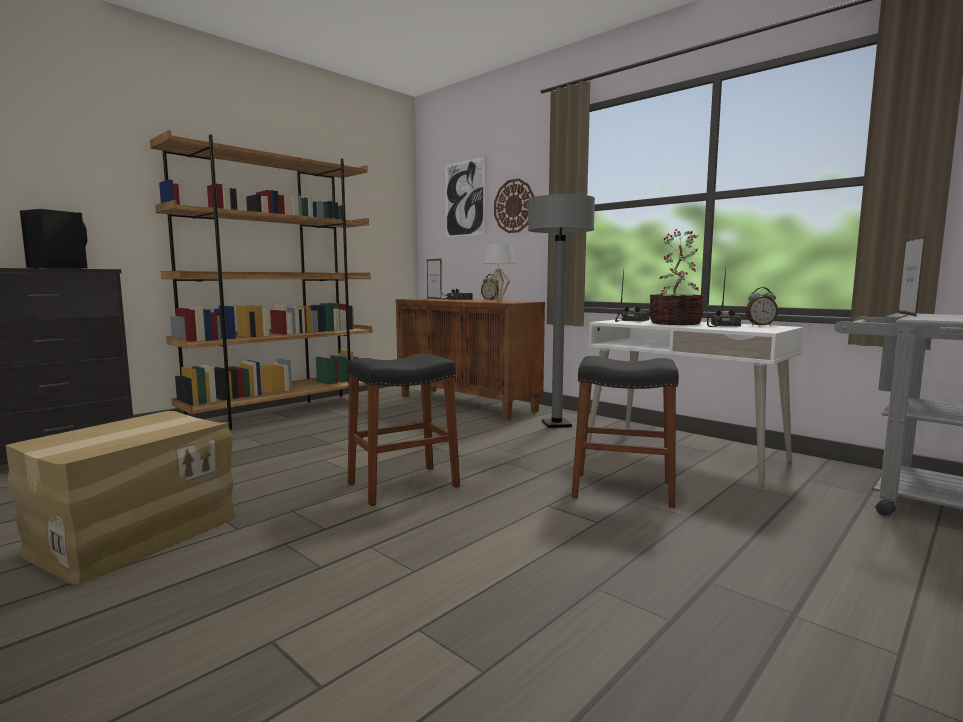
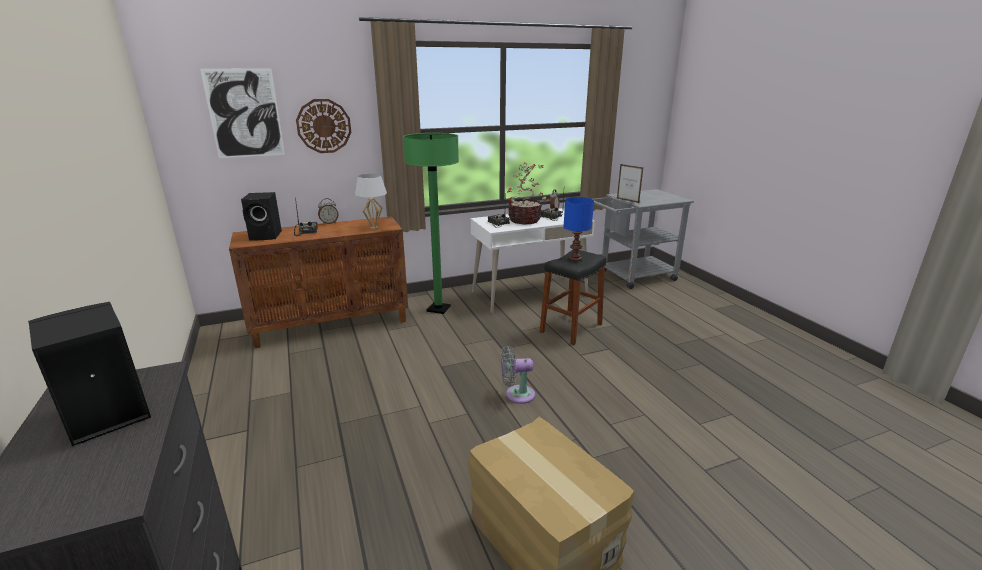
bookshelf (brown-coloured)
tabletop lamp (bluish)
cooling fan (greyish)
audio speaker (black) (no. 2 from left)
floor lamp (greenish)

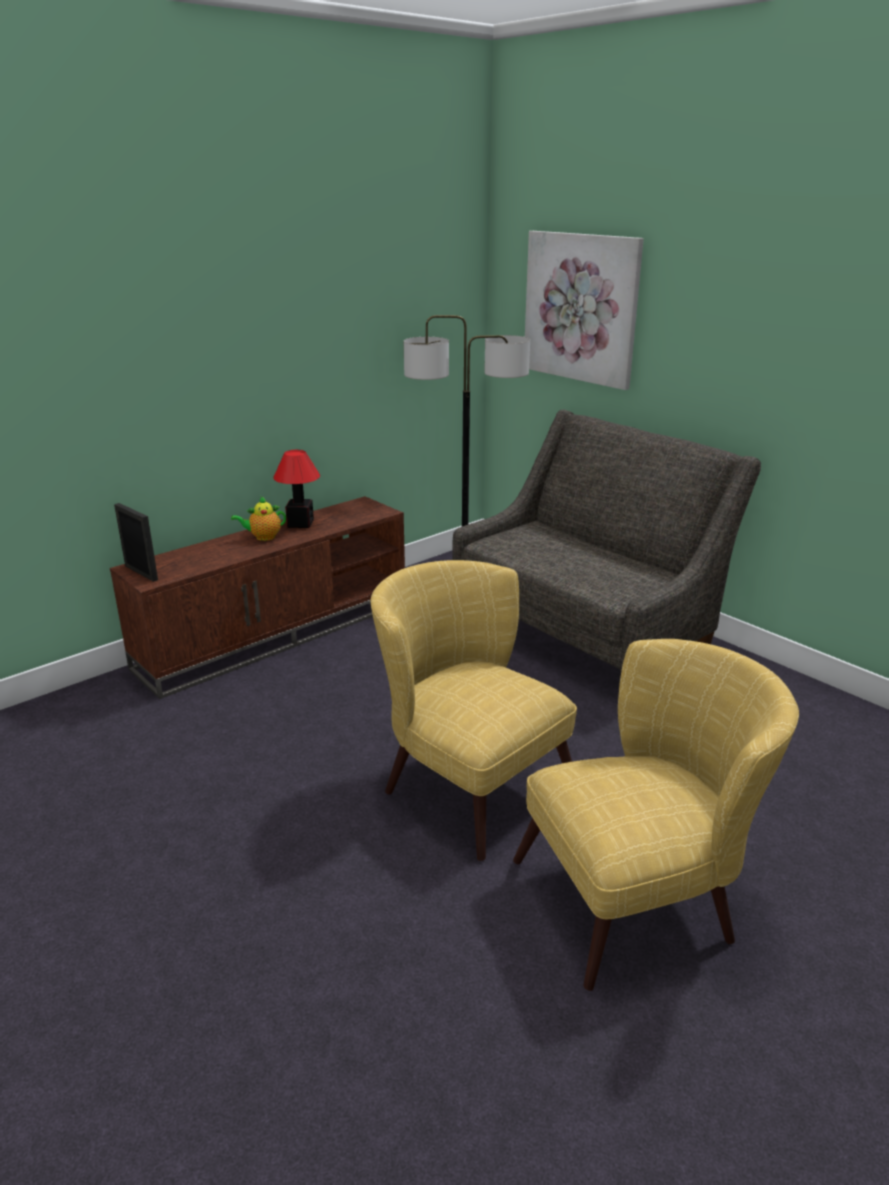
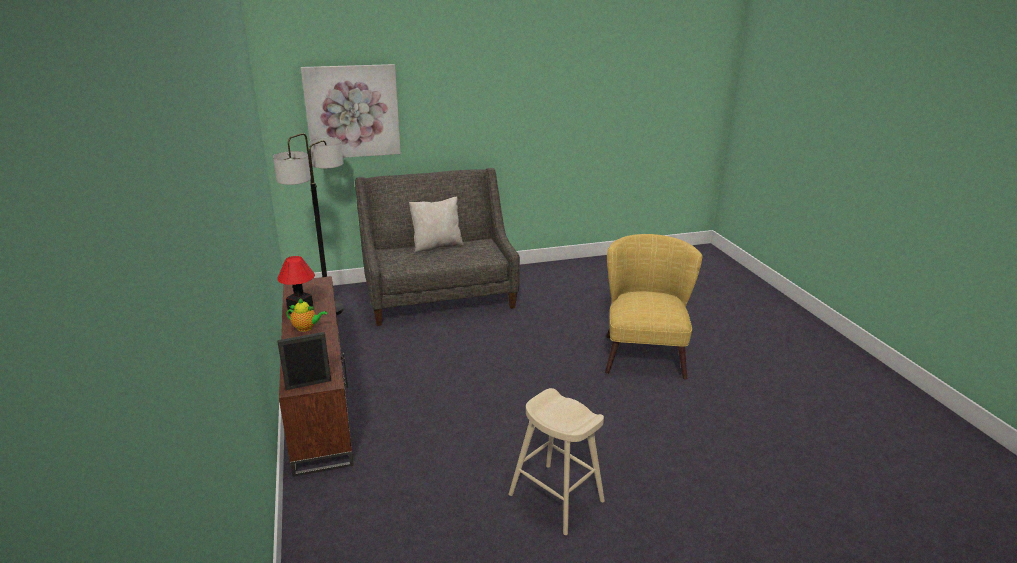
armchair (yellowish) (no. 1 from left in the first image)
pillow (beige-coloured)
stool seat (beige-coloured)
tea pot

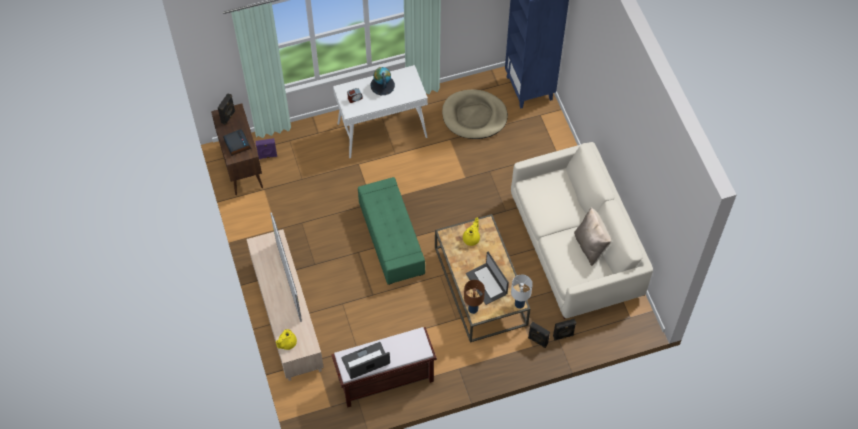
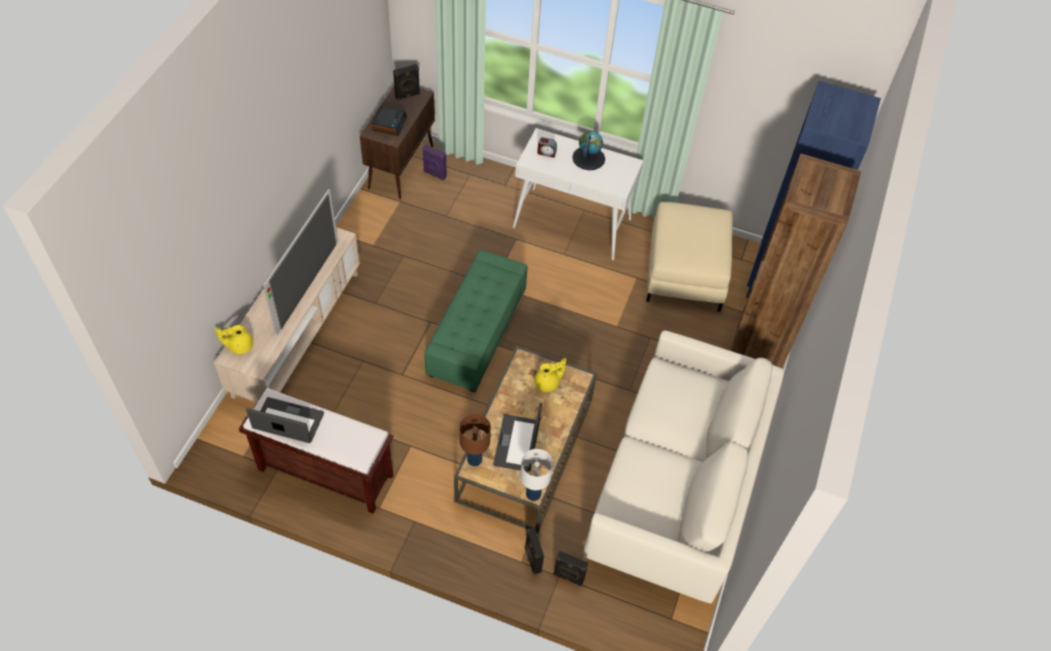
pillow (beige-coloured)
bookshelf (brown-coloured)
pouffe (beige-coloured)

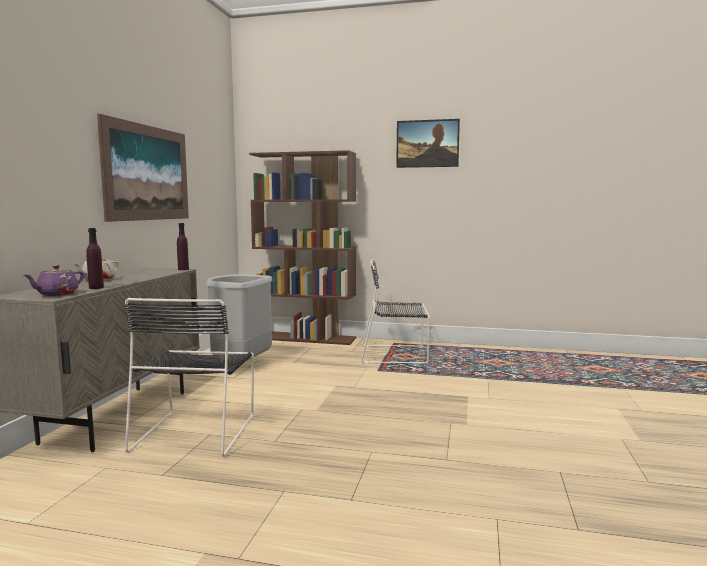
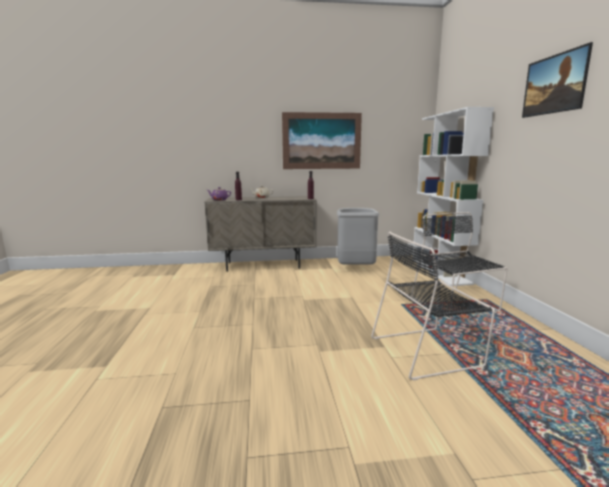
chair (black) (no. 1 from left)
bookshelf (white-coloured)

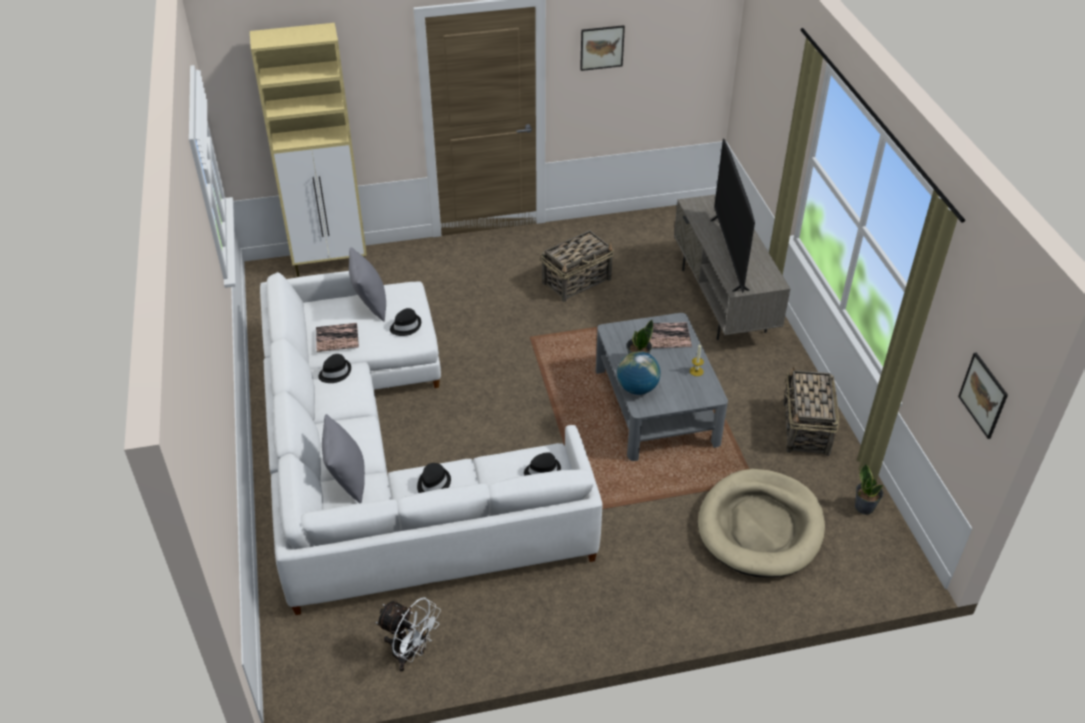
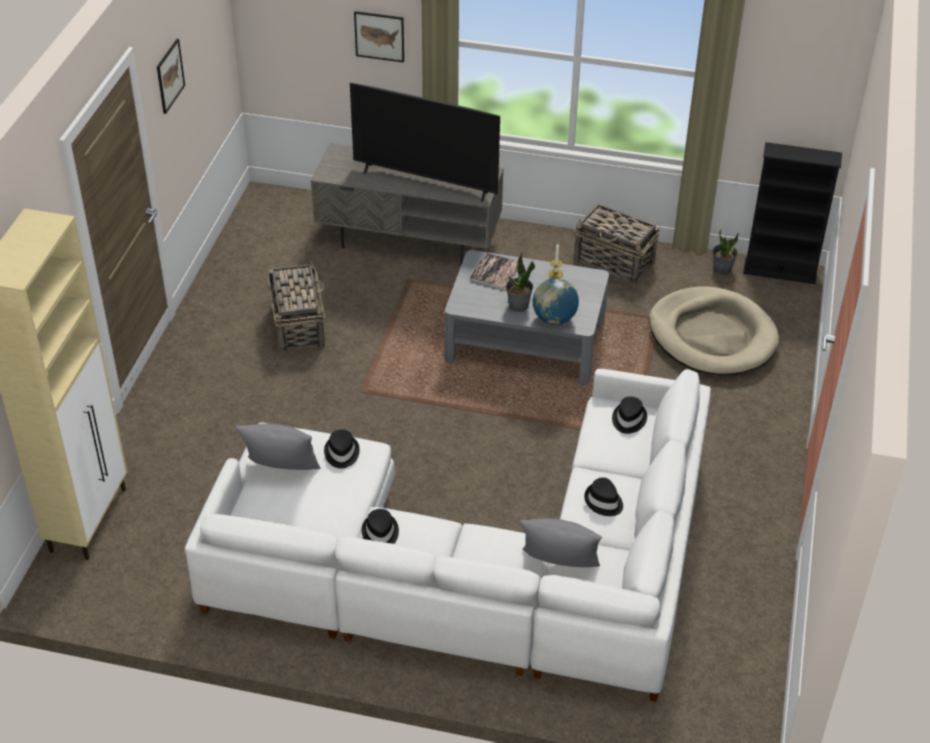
volume (no. 1 from left in the first image)
cooling fan (white-coloured)
bookshelf (black)
wall picture (no. 2 from left)

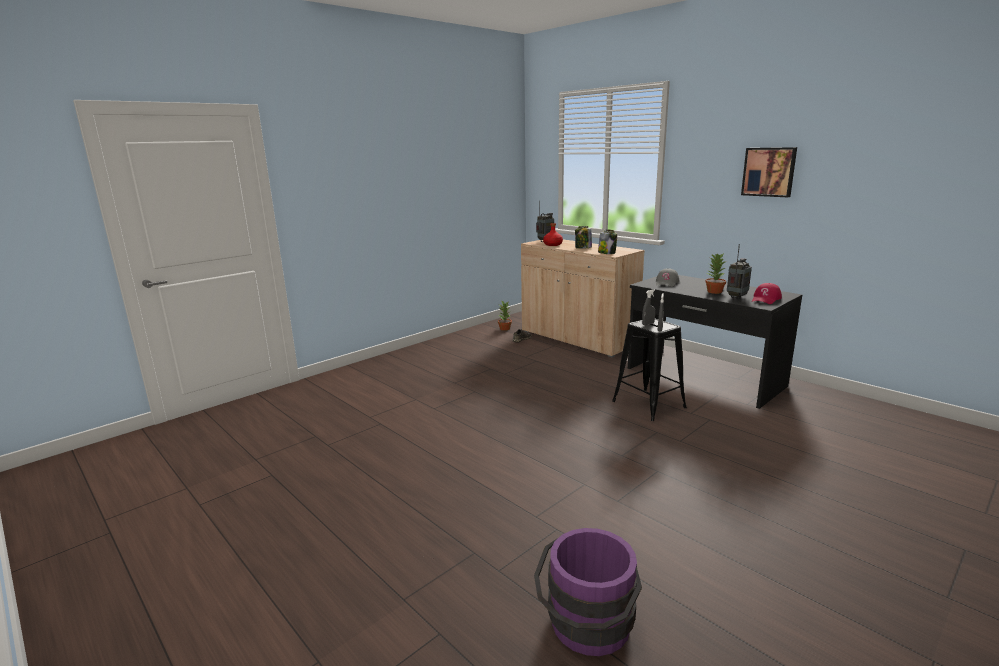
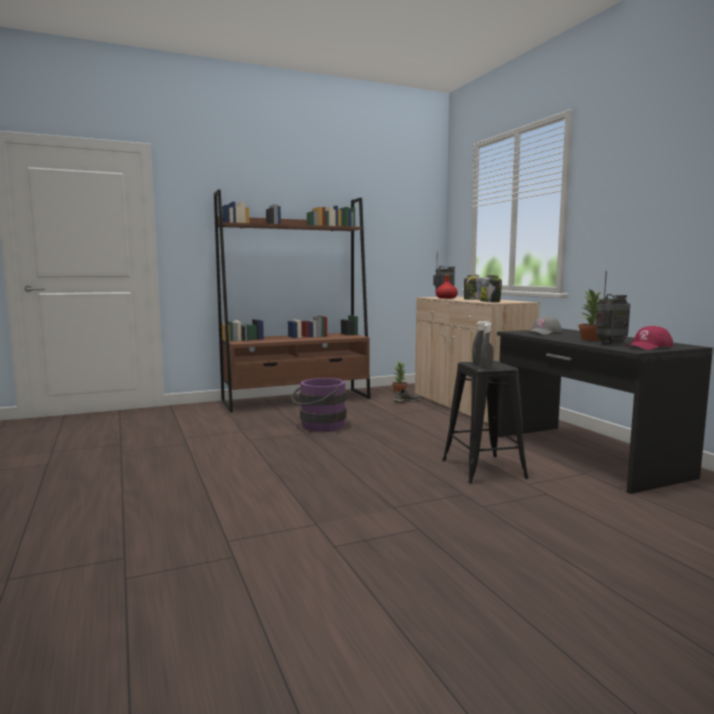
wall picture
bookshelf (brown-coloured)
bucket (purplish)

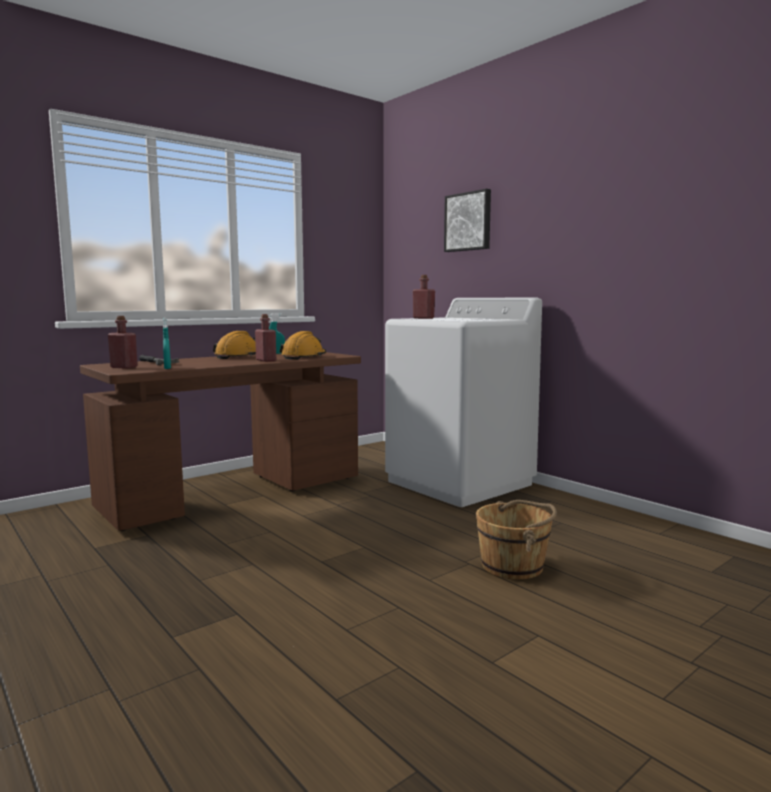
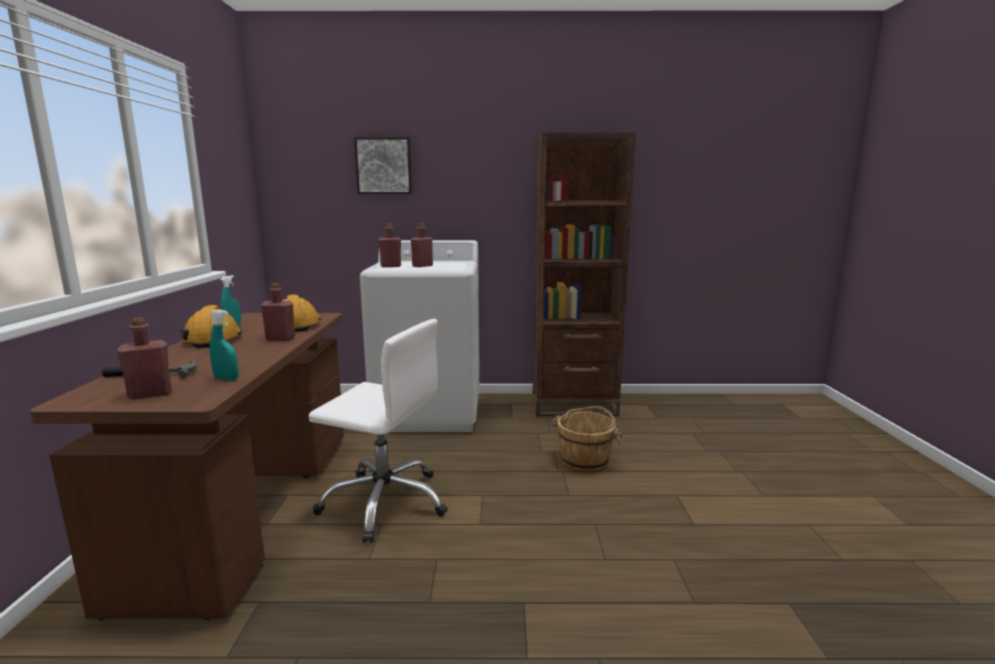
computer chair (white-coloured)
bottle (red) (no. 4 from left)
bookshelf (brown-coloured)

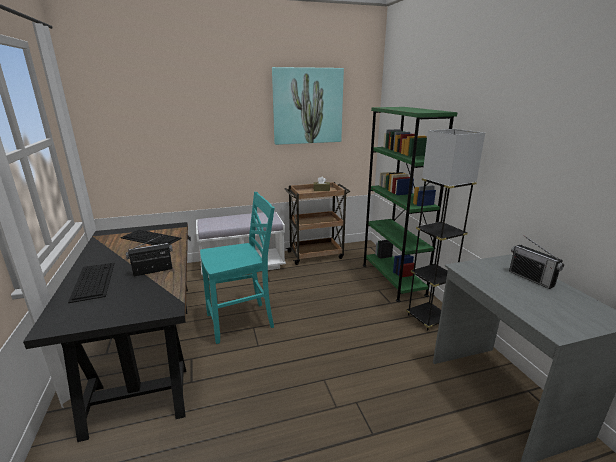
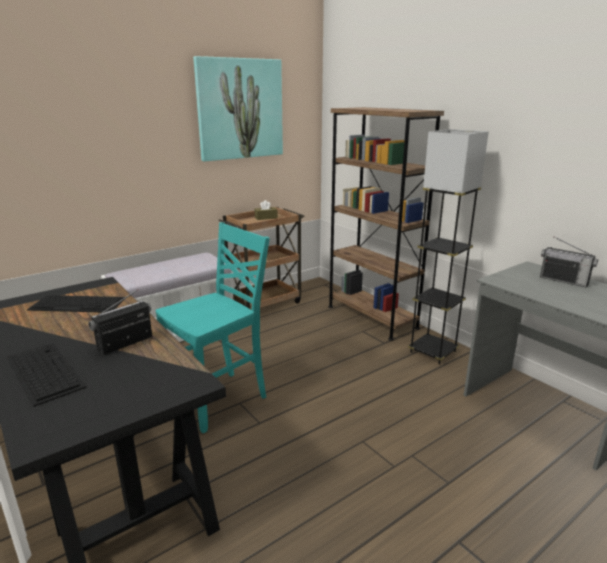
bookshelf (brown-coloured)

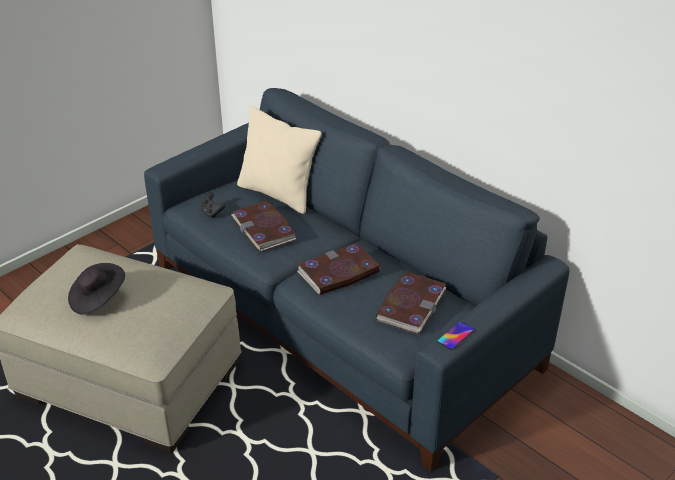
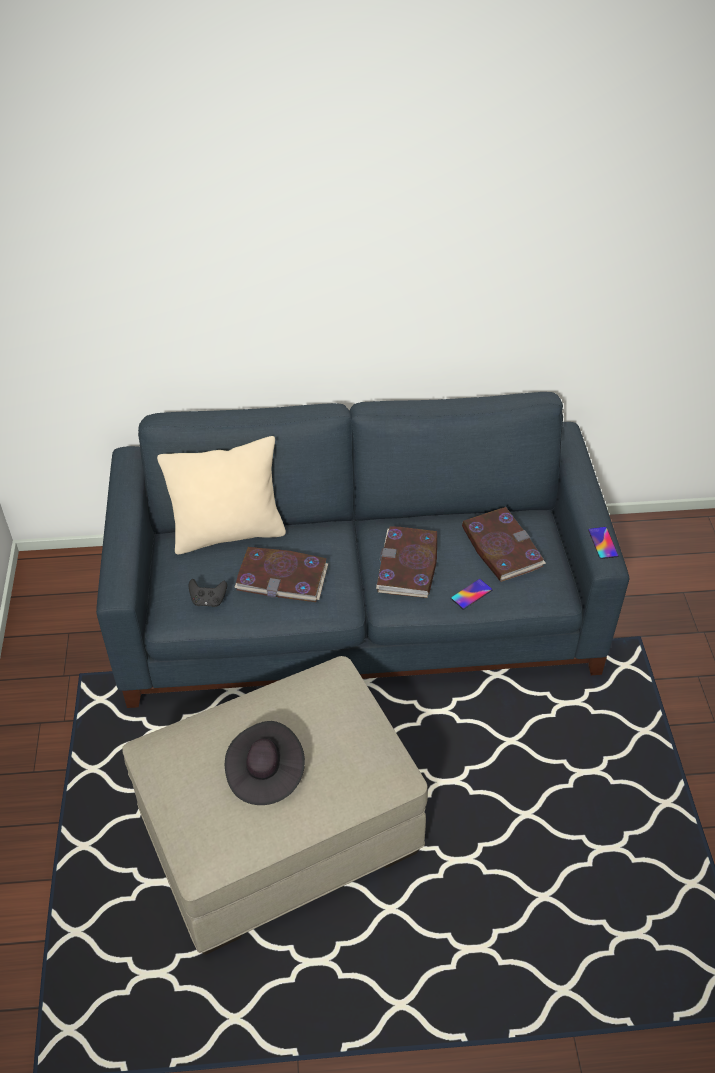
handset (no. 1 from left)

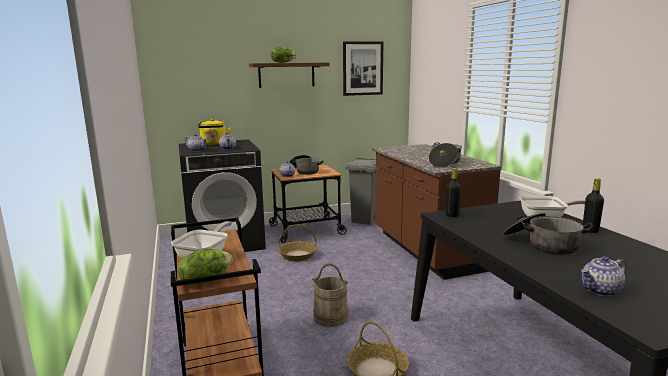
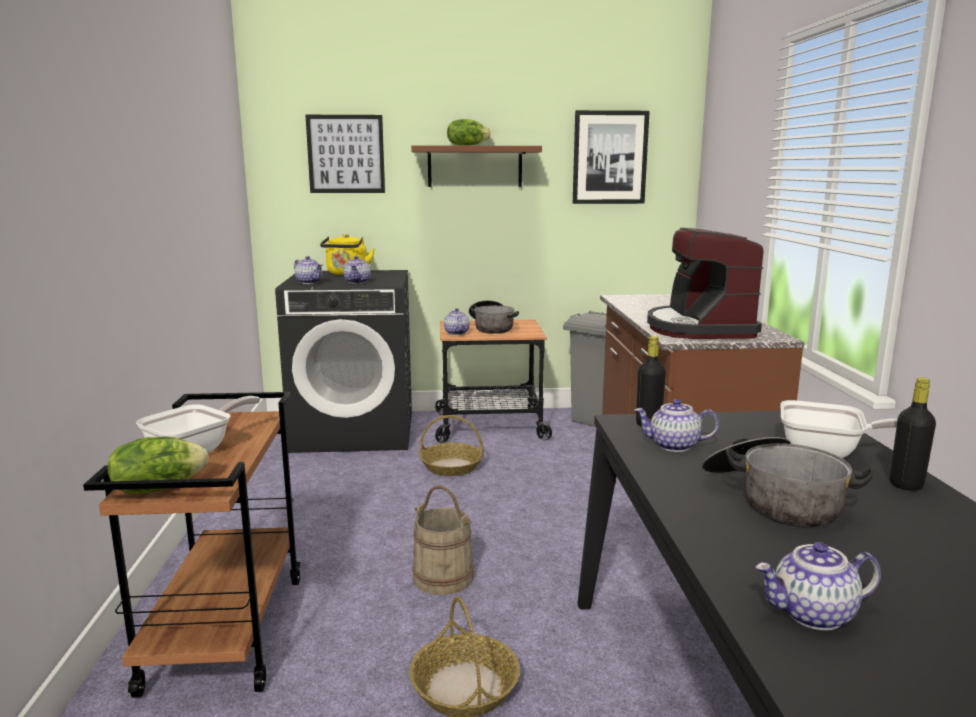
wall picture (no. 1 from left)
tea pot (no. 4 from left)
coffee maker

